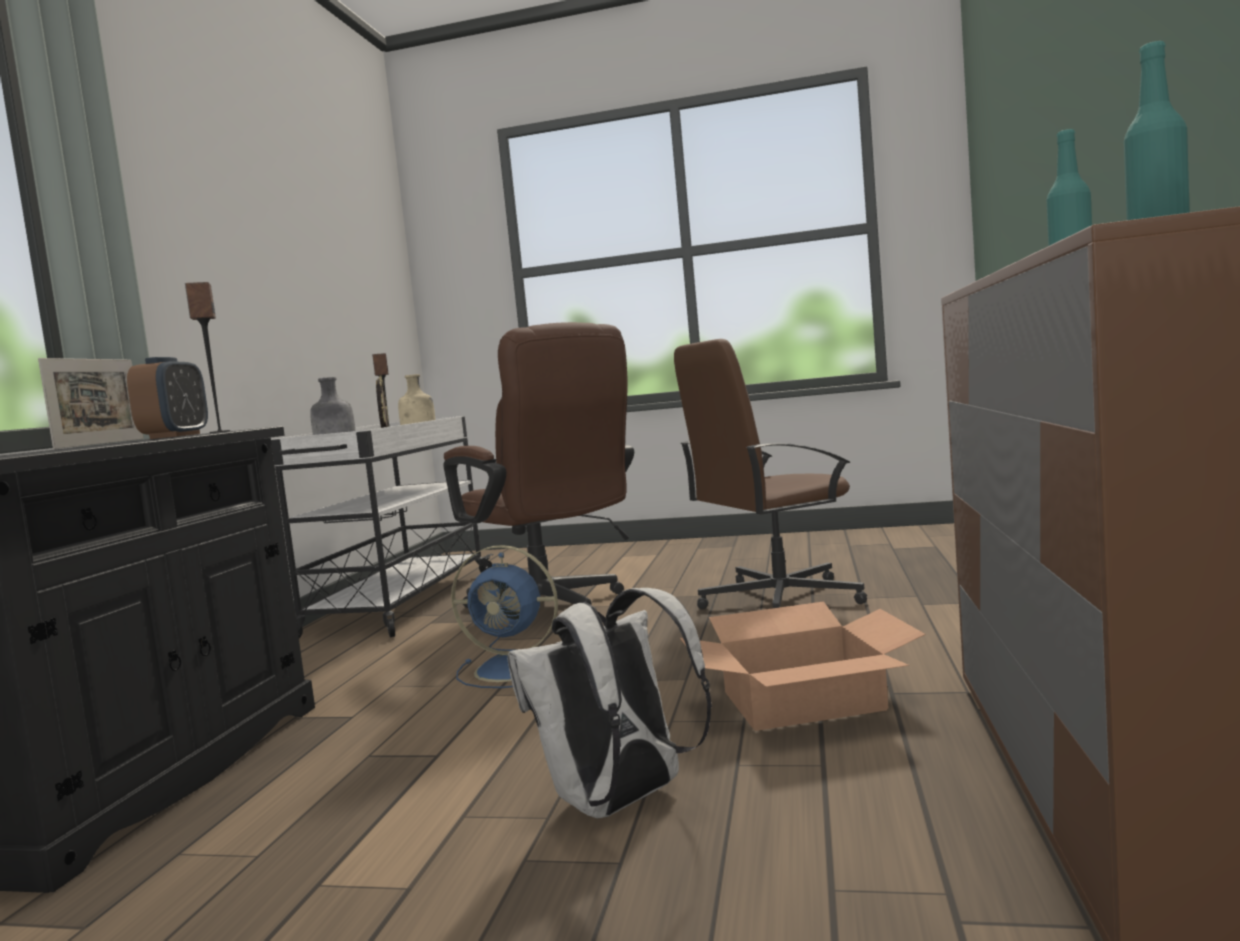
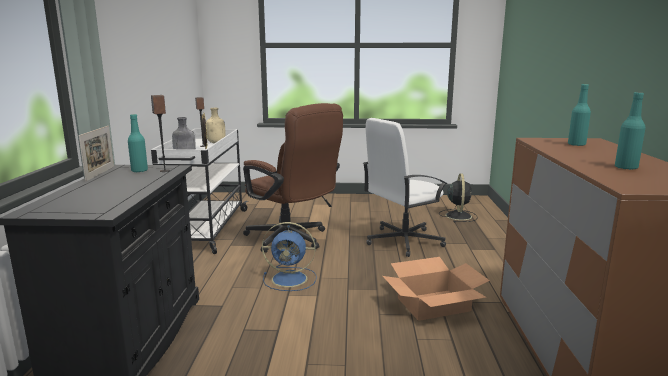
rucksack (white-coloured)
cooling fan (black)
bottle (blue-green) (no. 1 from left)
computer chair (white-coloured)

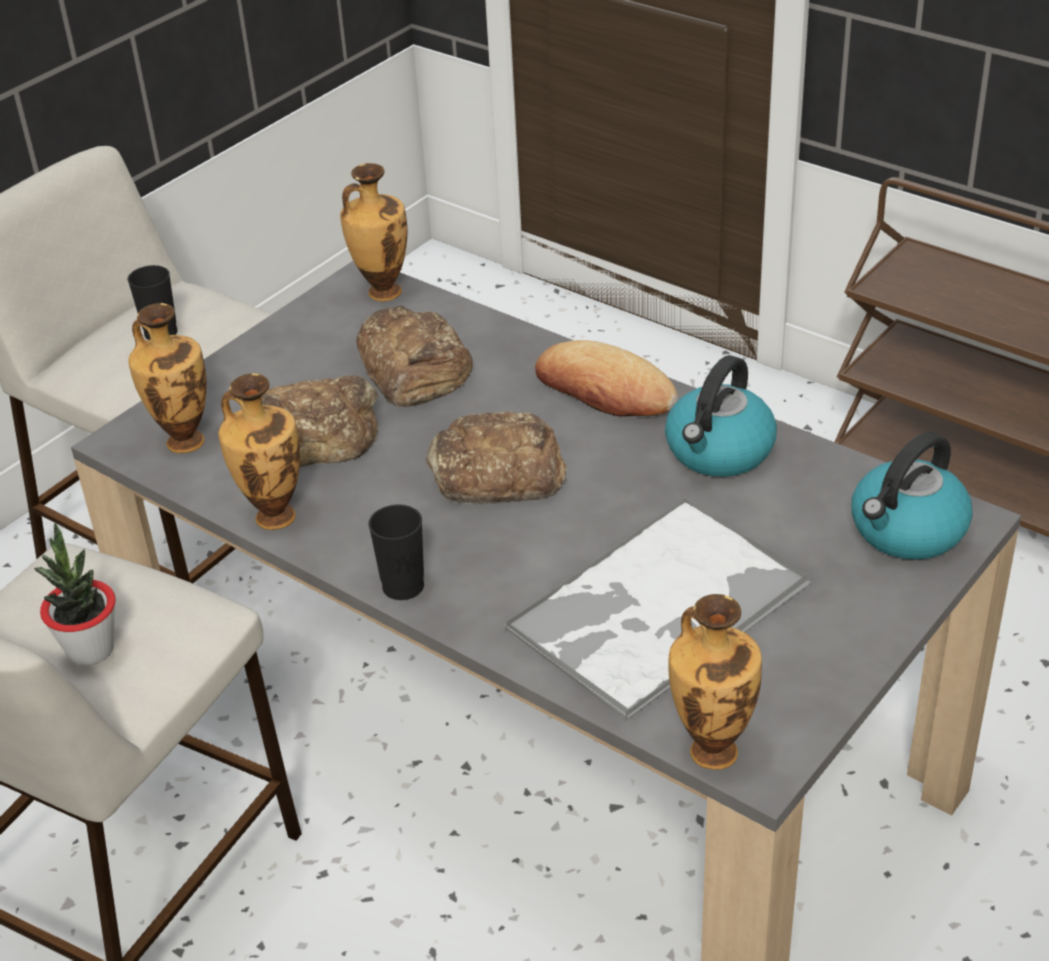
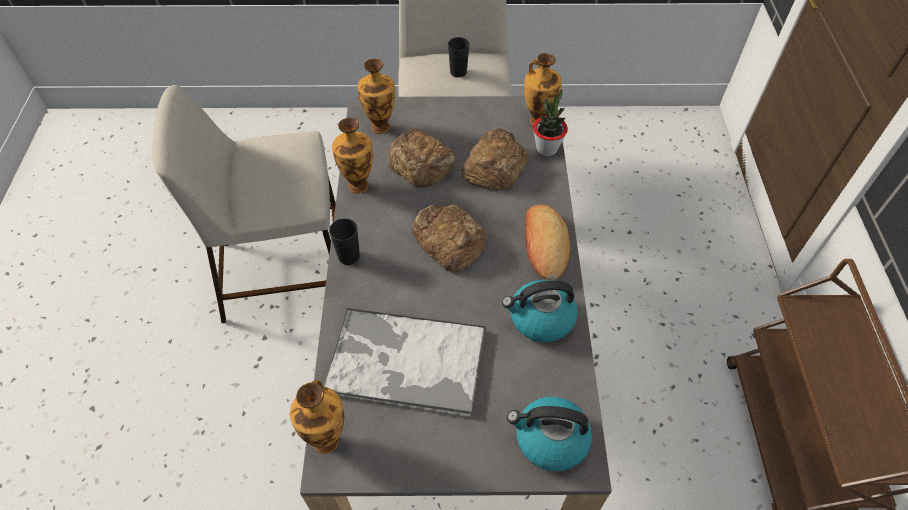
potted plant

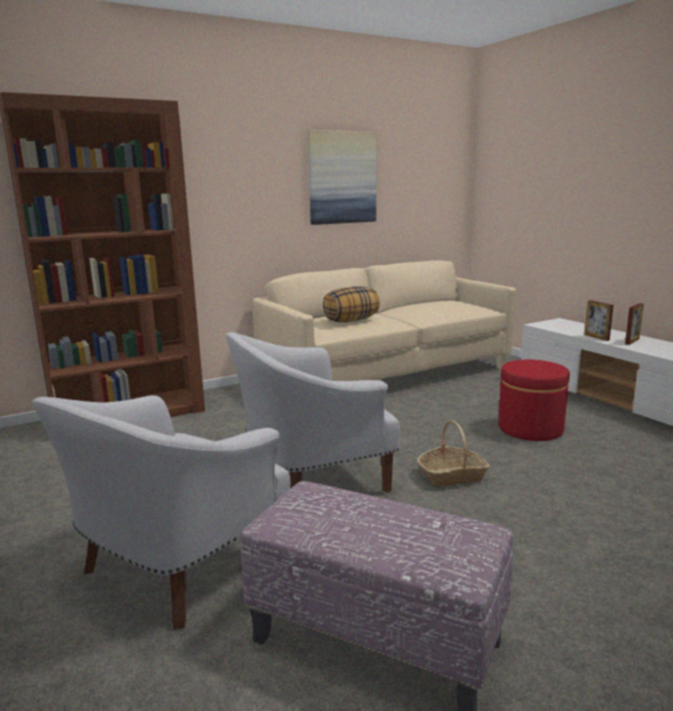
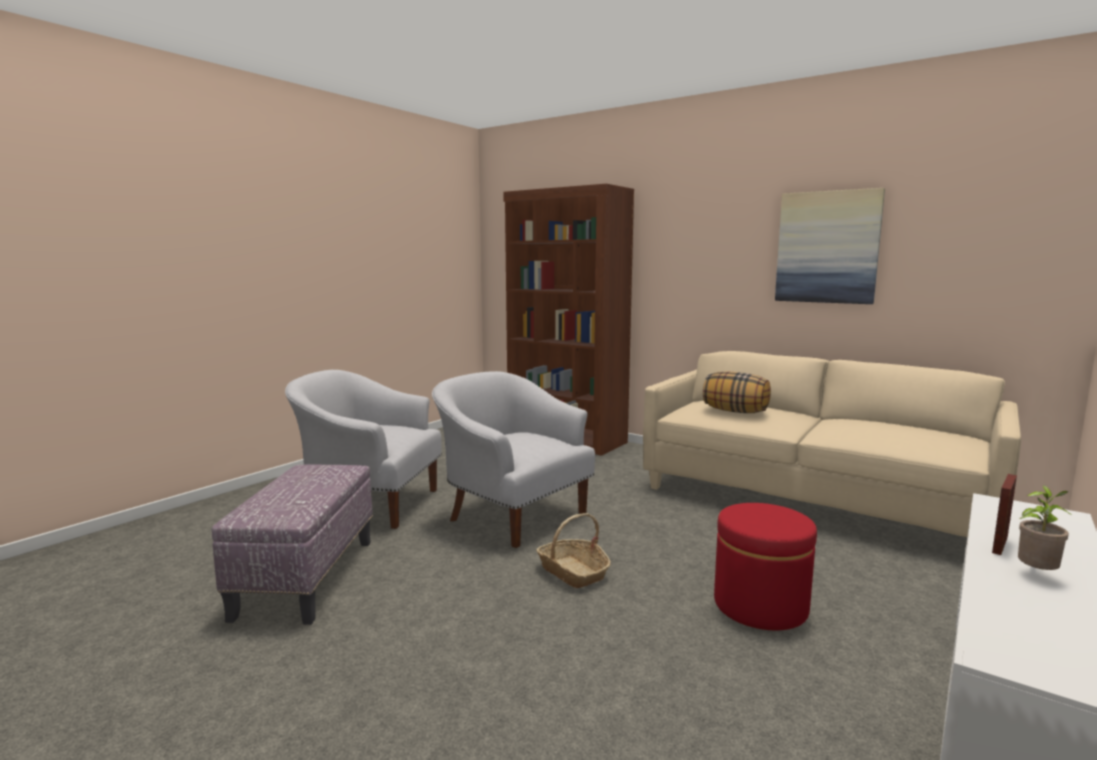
potted plant

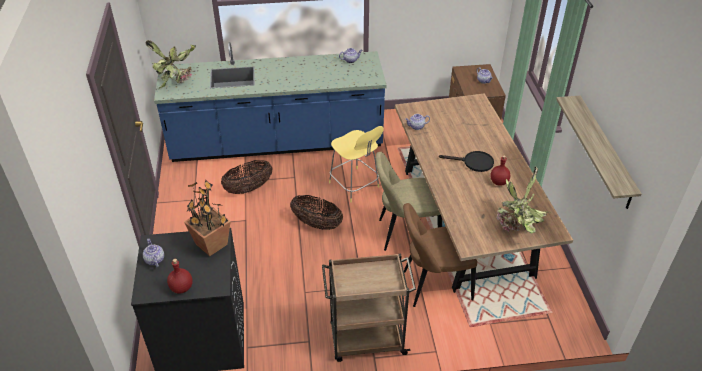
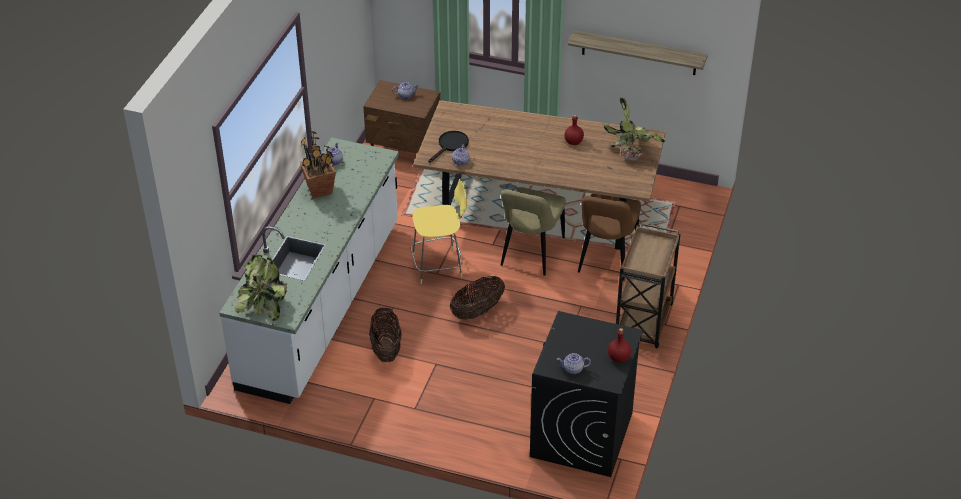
potted plant (no. 2 from left)
pan (black)
kitchen counter (white-coloured)

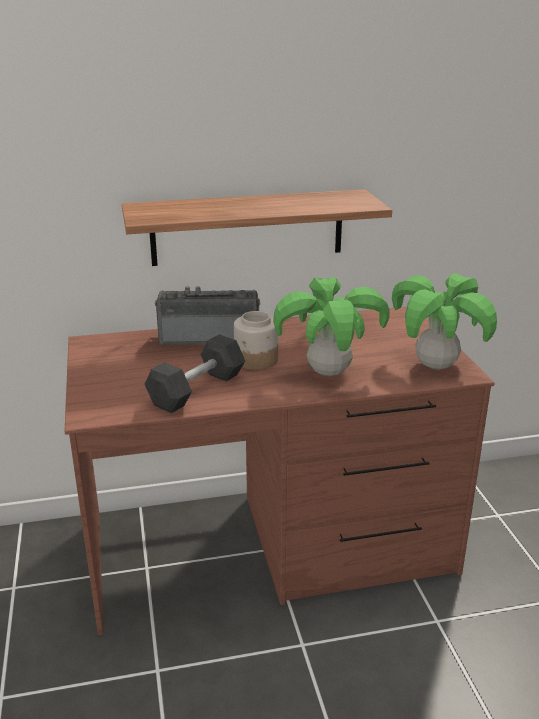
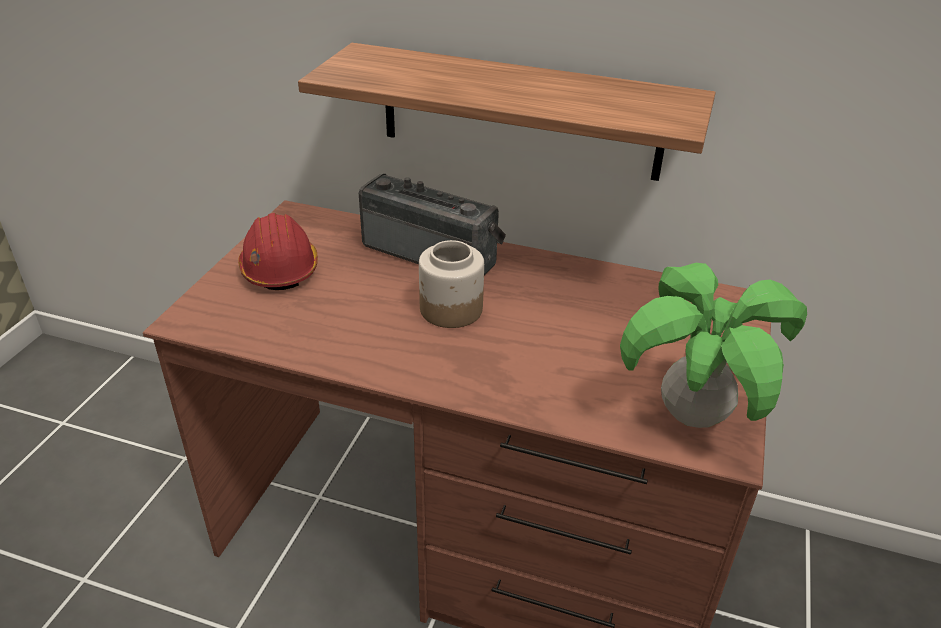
free weight (greyish)
potted plant (no. 1 from left in the first image)
work helmet (red)

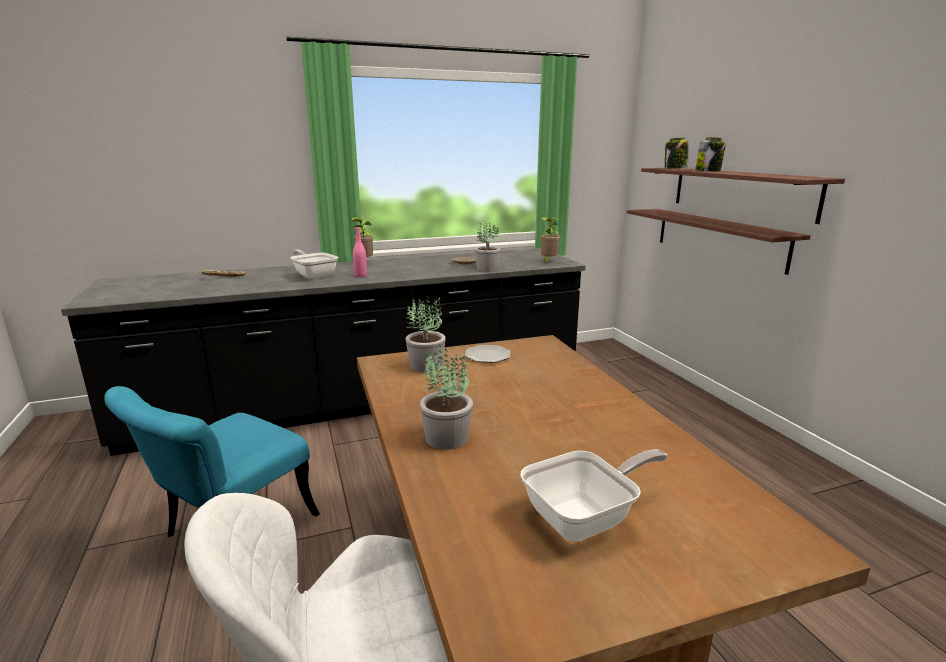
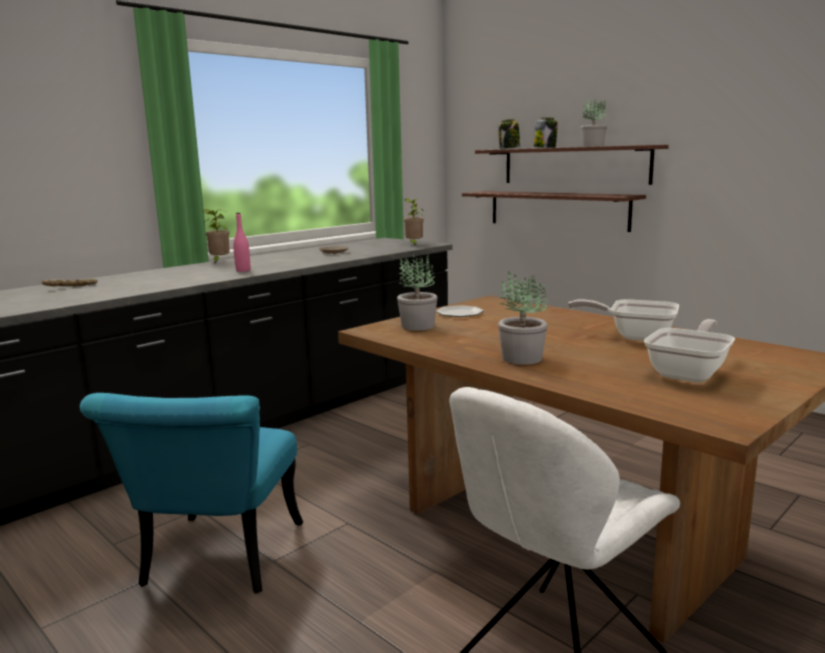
pan (no. 1 from left)
potted plant (no. 5 from left)

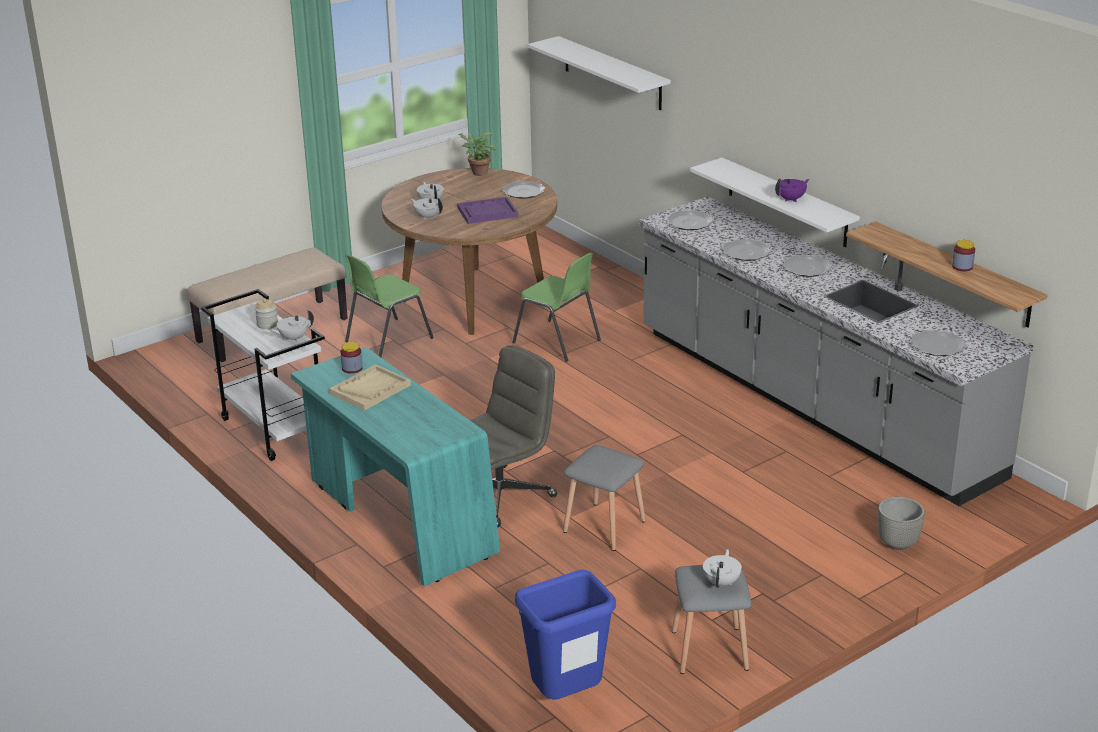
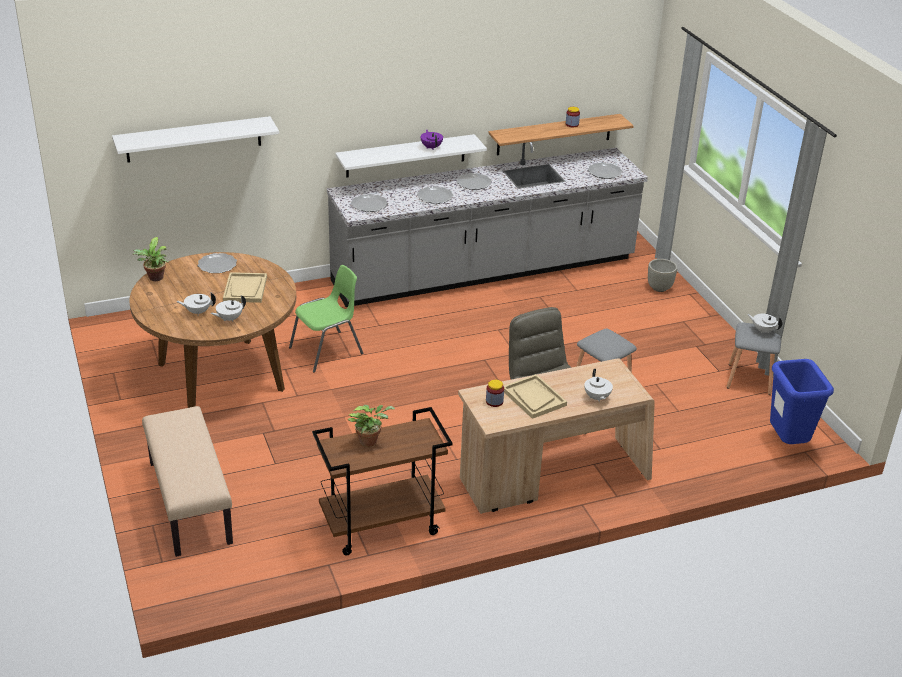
chair (greenish) (no. 1 from left in the first image)
tea pot (white-coloured) (no. 3 from left)
potted plant (no. 2 from left)
trolley (brown-coloured)
desk table (beige-coloured)
tray (beige-coloured) (no. 1 from left)

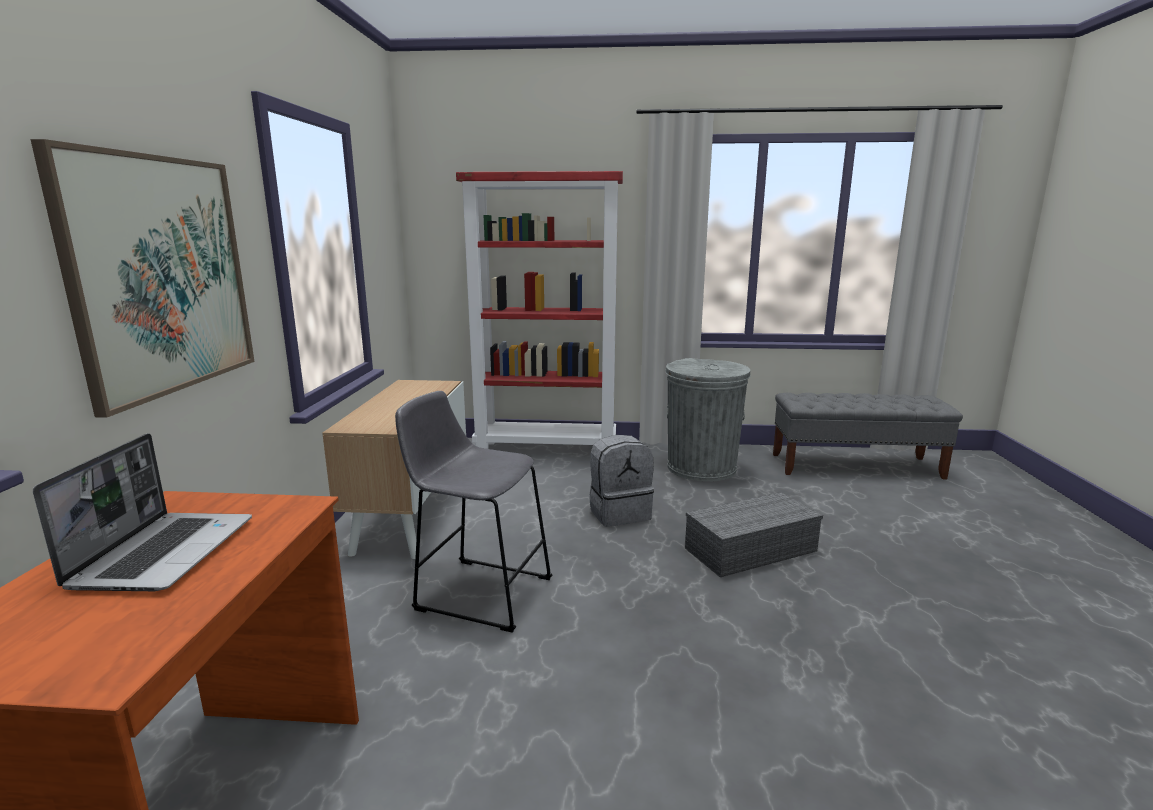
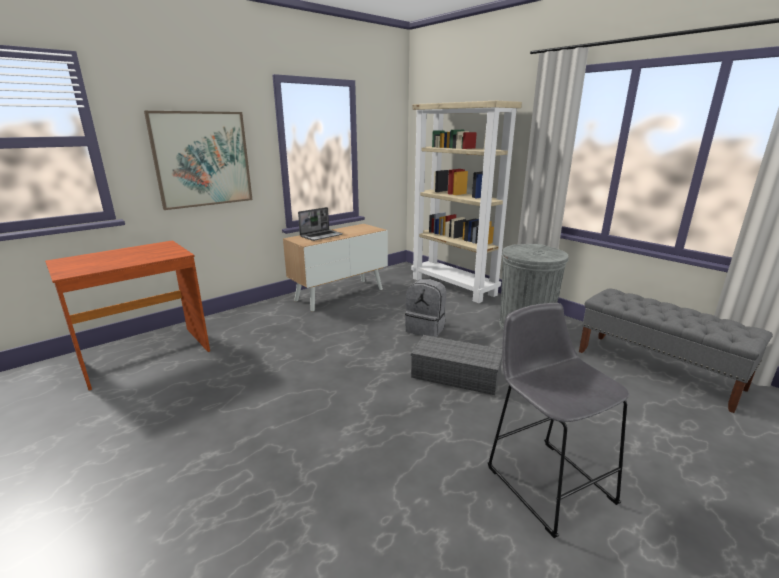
notebook computer
stool seat (greyish)
bookshelf (beige-coloured)

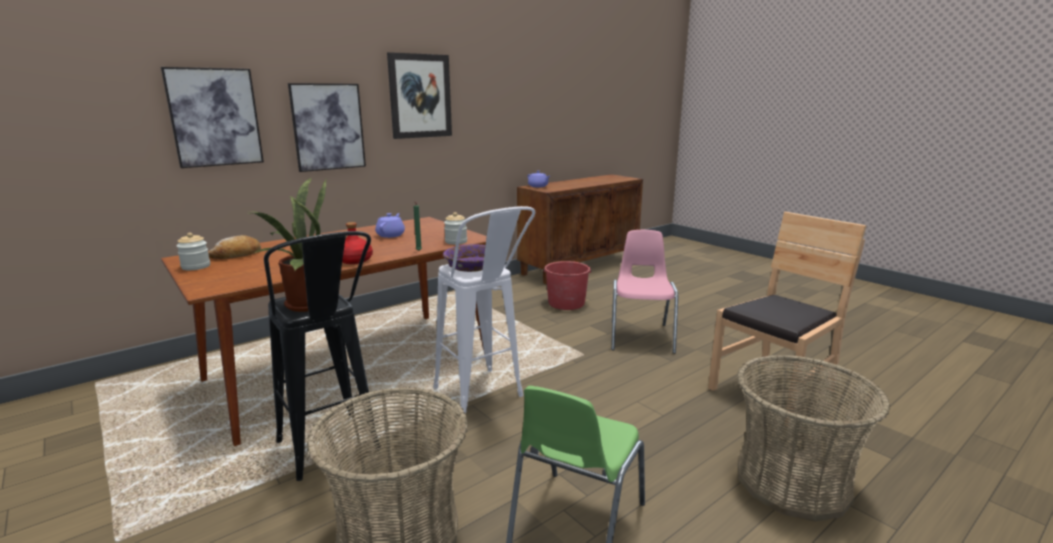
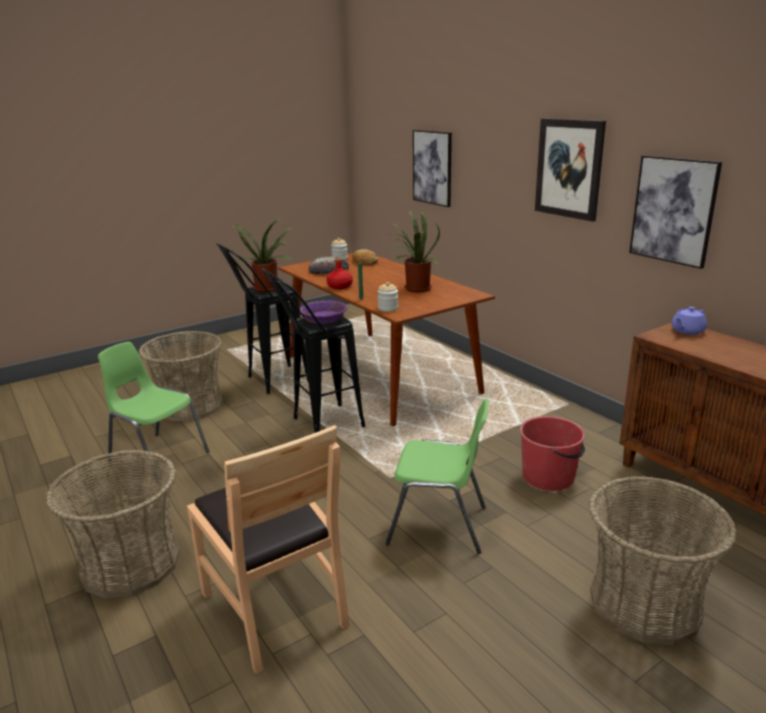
bakery bread (no. 1 from left)
storage basket (no. 3 from left)
wall picture (no. 3 from left)
potted plant (no. 2 from left)
stool seat (black) (no. 2 from left)
chair (greenish) (no. 2 from left)

